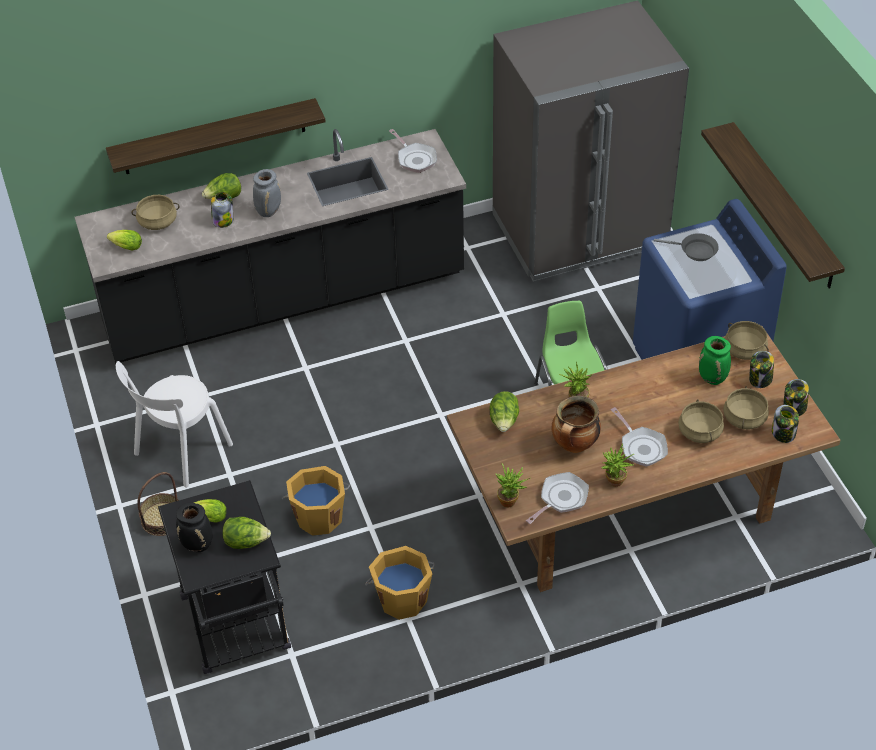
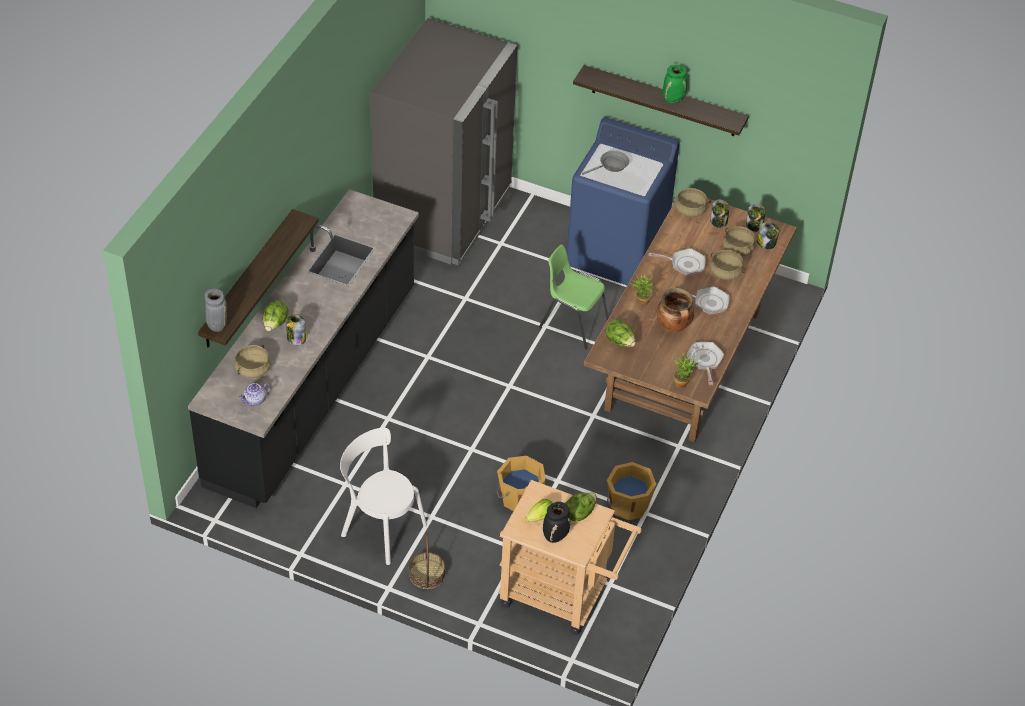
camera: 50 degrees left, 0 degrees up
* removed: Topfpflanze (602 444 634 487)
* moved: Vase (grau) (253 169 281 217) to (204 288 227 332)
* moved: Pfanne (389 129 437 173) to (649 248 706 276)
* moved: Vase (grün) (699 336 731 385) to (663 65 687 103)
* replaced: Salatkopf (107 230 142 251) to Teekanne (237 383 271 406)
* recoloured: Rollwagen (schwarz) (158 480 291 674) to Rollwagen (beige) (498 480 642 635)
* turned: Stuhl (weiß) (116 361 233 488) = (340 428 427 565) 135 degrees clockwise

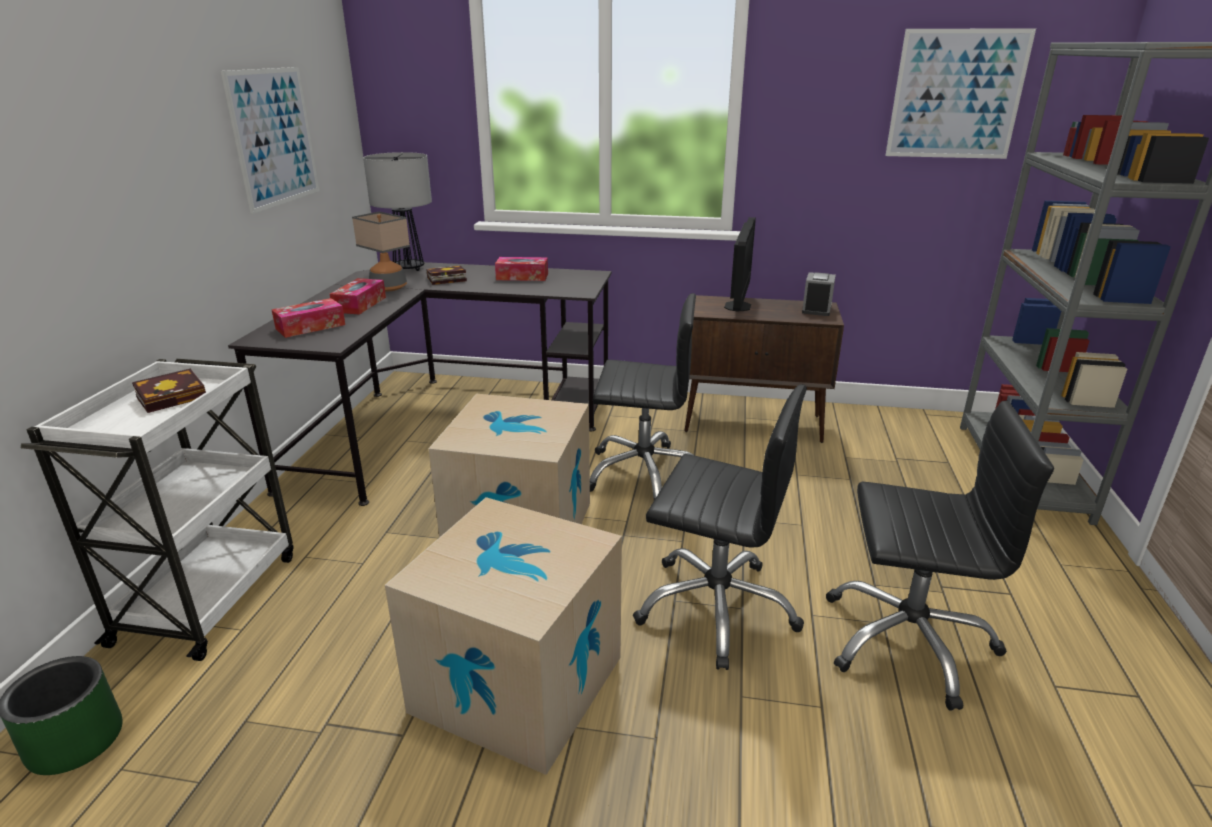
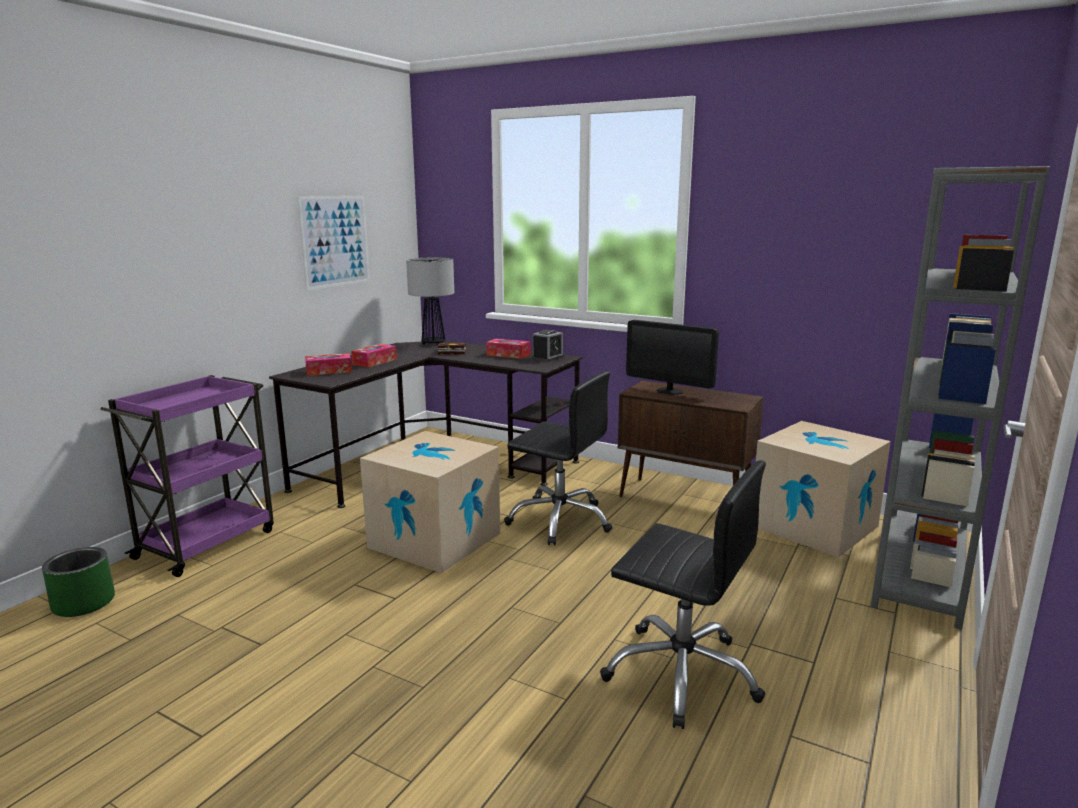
camera: 20 degrees right, 10 degrees down
* removed: Buch (132 368 206 413)
* removed: Tischlampe (352 211 410 292)
* removed: Bürostuhl (schwarz) (633 385 807 670)
* removed: Bild (885 28 1036 159)
* moved: Karton (385 497 622 775) to (756 421 891 557)
* moved: Wecker (802 272 836 316) to (532 330 564 362)
* recoloured: Rollwagen (weiß) (21 359 294 661) to Rollwagen (lila) (100 375 274 577)
* turned: Monitor (724 217 756 311) = (626 320 719 395) 90 degrees clockwise

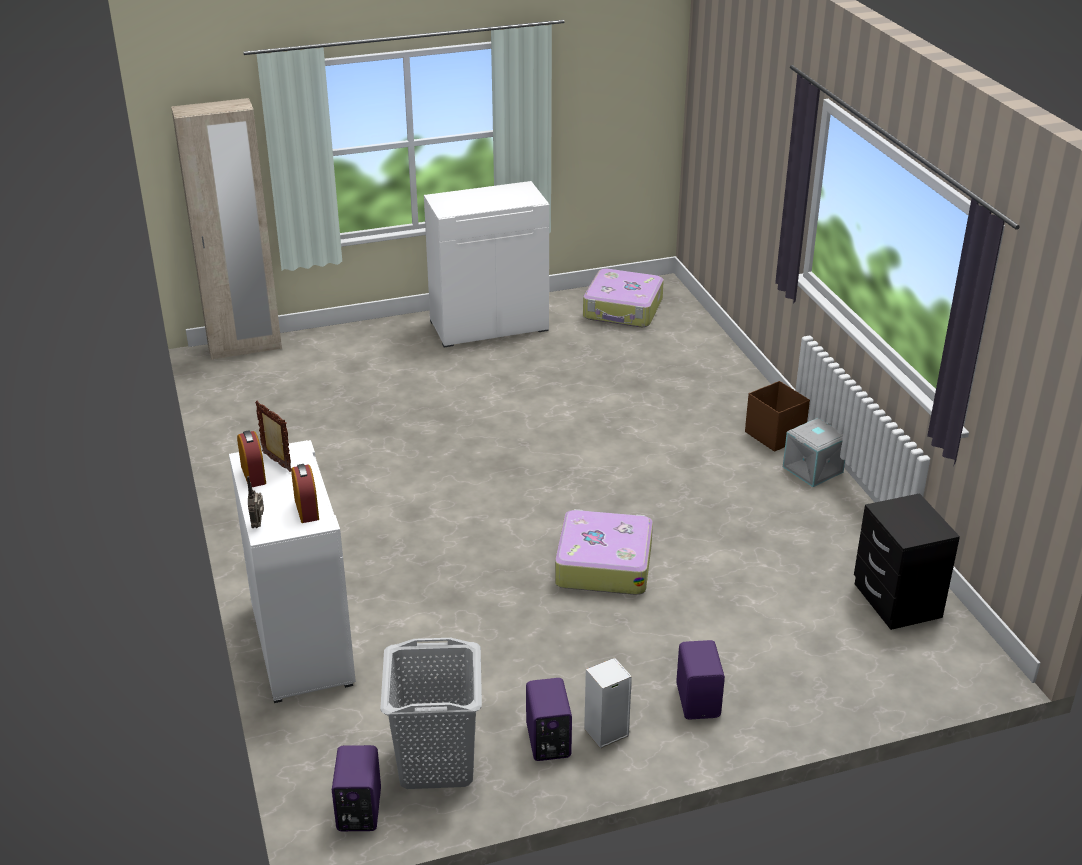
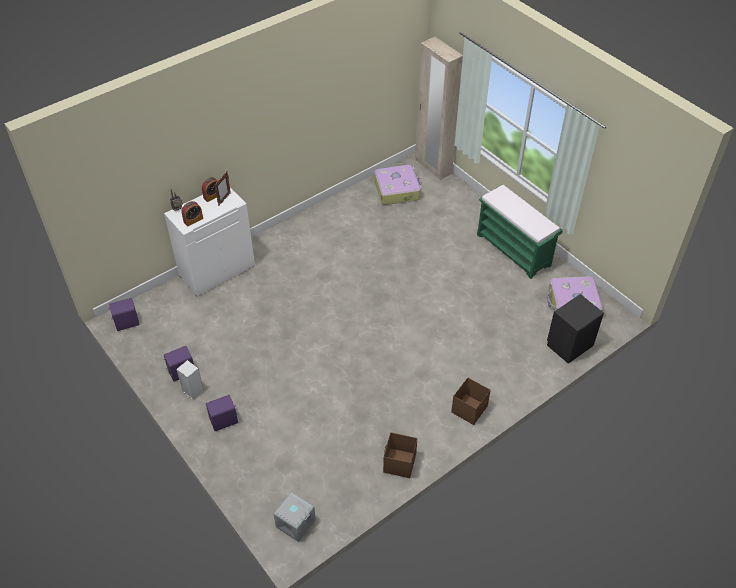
camera: 70 degrees right, 15 degrees up
* removed: Wäschekorb (grau) (380 638 482 789)
* added: Aufbewahrungsbox (braun) (383 432 417 478)
* moved: Koffer (555 509 653 595) to (374 165 421 205)
* moved: Aufbewahrungsbox (grau) (783 418 845 487) to (274 492 316 542)
* moved: Nachttisch (schwarz) (854 493 960 630) to (547 294 604 364)
* replaced: Schrank (weiß) (424 181 549 347) to Bank (grün) (477 184 563 279)

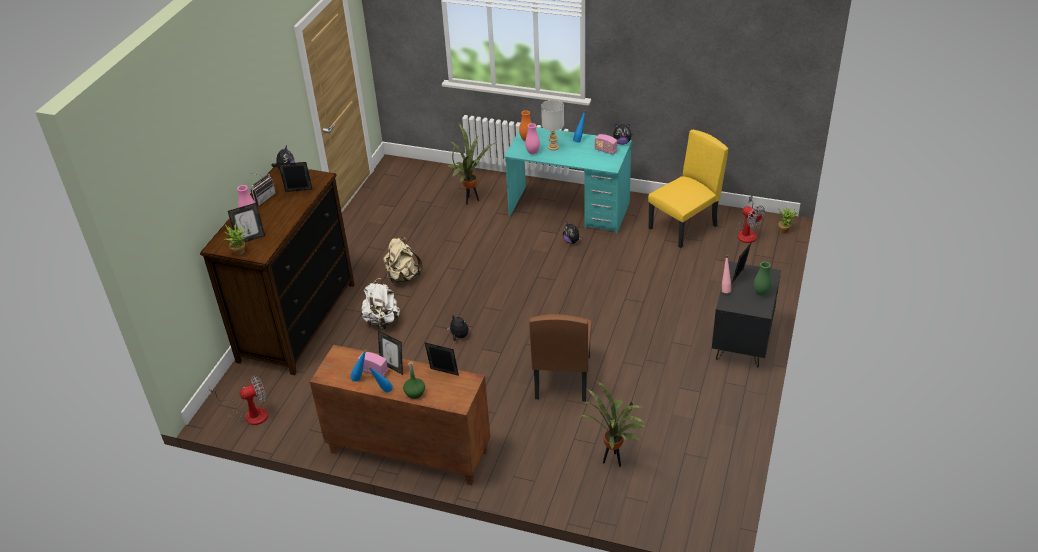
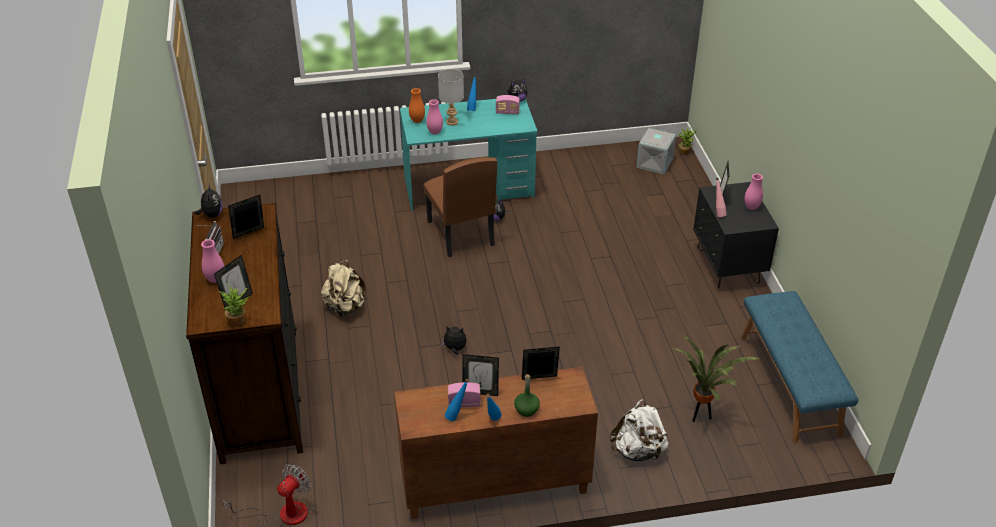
camera: 30 degrees left, 0 degrees up
* removed: Topfpflanze (448 122 495 205)
* removed: Stuhl (gelb) (648 130 728 248)
* added: Bank (blau) (741 291 858 443)
* moved: Rucksack (weiß) (361 278 400 330) to (610 399 668 461)
* moved: Stuhl (braun) (529 314 592 402) to (423 157 497 257)
* replaced: Ventilator (737 195 765 243) to Aufbewahrungsbox (grau) (636 128 676 174)
* recoloured: Vase (grün) (754 262 772 296) to Vase (rosa) (745 174 763 210)

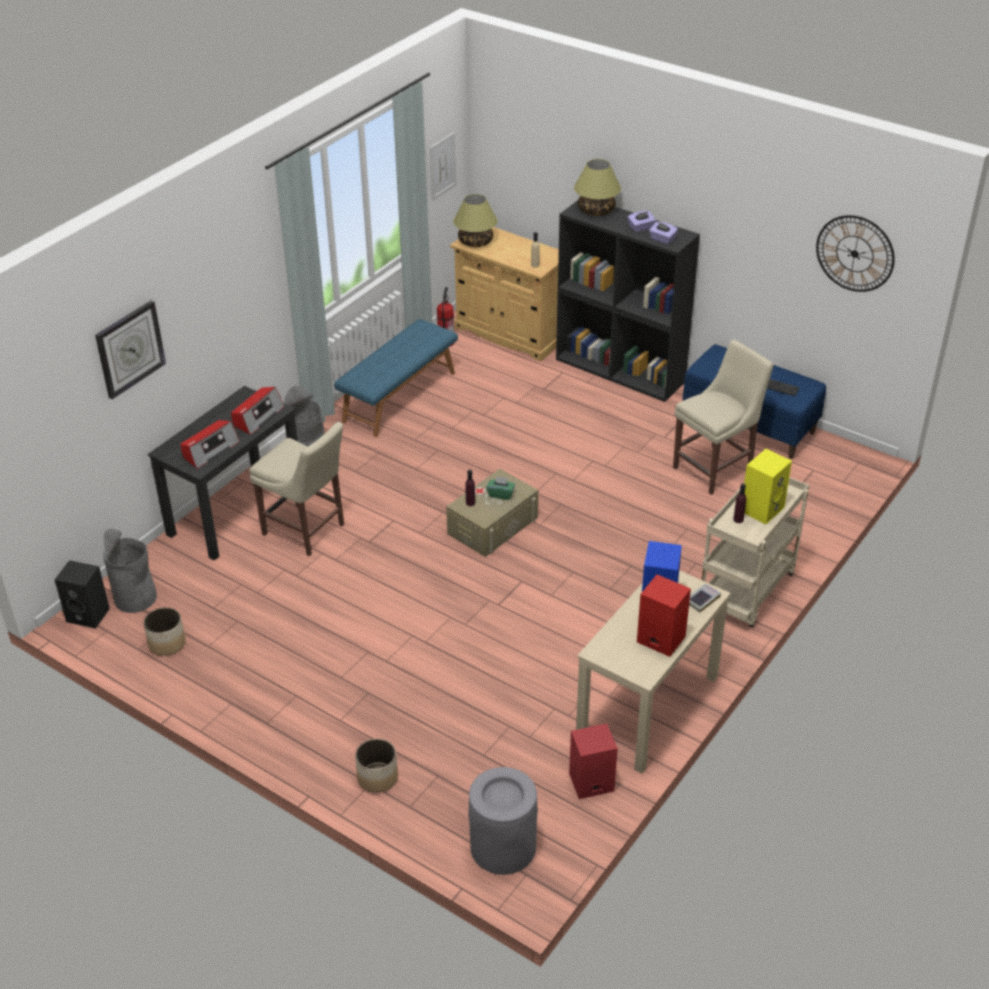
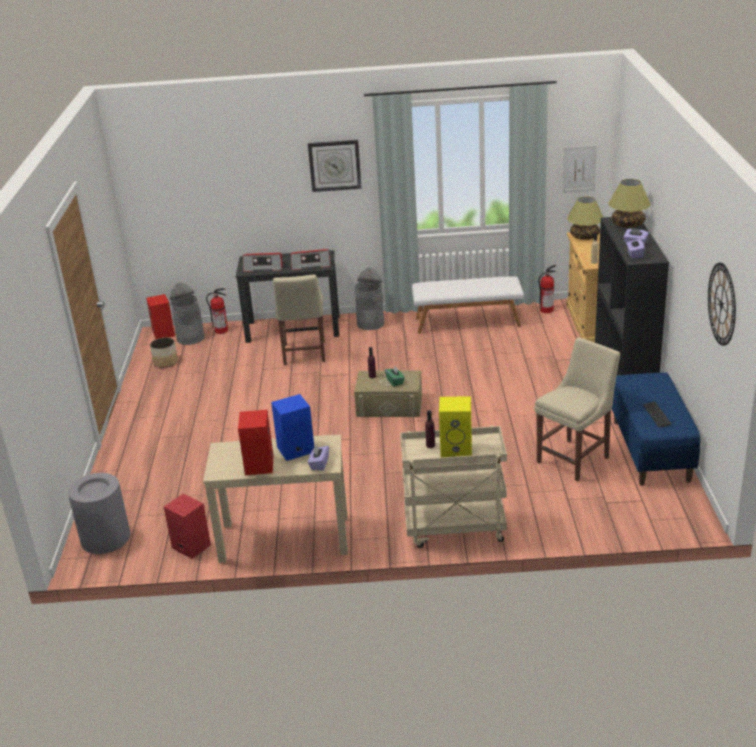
camera: 55 degrees right, 10 degrees down
* removed: Pflanzkübel (355 739 398 793)
* added: Feuerlöscher (206 288 228 334)
* moved: Wanduhr (95 300 166 399) to (308 140 362 192)
* replaced: Buch (689 583 721 613) to Taschentuchbox (lila) (308 444 329 470)
* recoloured: Lautsprecher (schwarz) (55 560 110 629) to Lautsprecher (rot) (146 294 175 339)
* recoloured: Bank (blau) (334 319 458 437) to Bank (weiß) (412 276 524 334)
* turned: Stuhl (beige) (673 340 774 495) = (534 337 620 481) 60 degrees counterclockwise

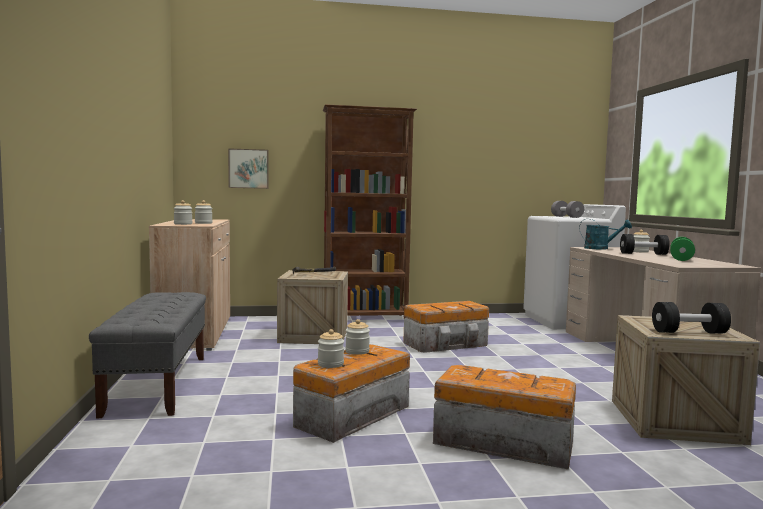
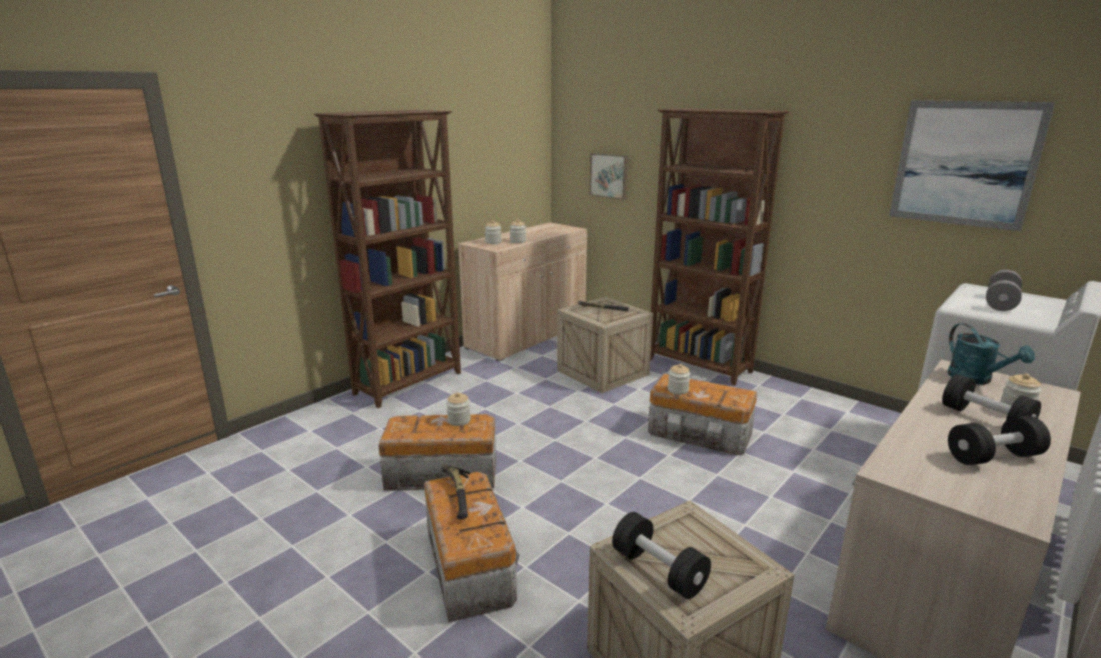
camera: 50 degrees right, 15 degrees up
* added: Hammer (441 464 470 519)
* added: Bild (889 100 1055 231)
* moved: Vorratsglas (318 329 344 368) to (668 364 690 395)
* replaced: Bank (grau) (89 292 206 418) to Bücherregal (braun) (314 110 461 408)
* recoloured: Hantel (grün) (670 237 695 261) to Hantel (schwarz) (948 416 1051 465)

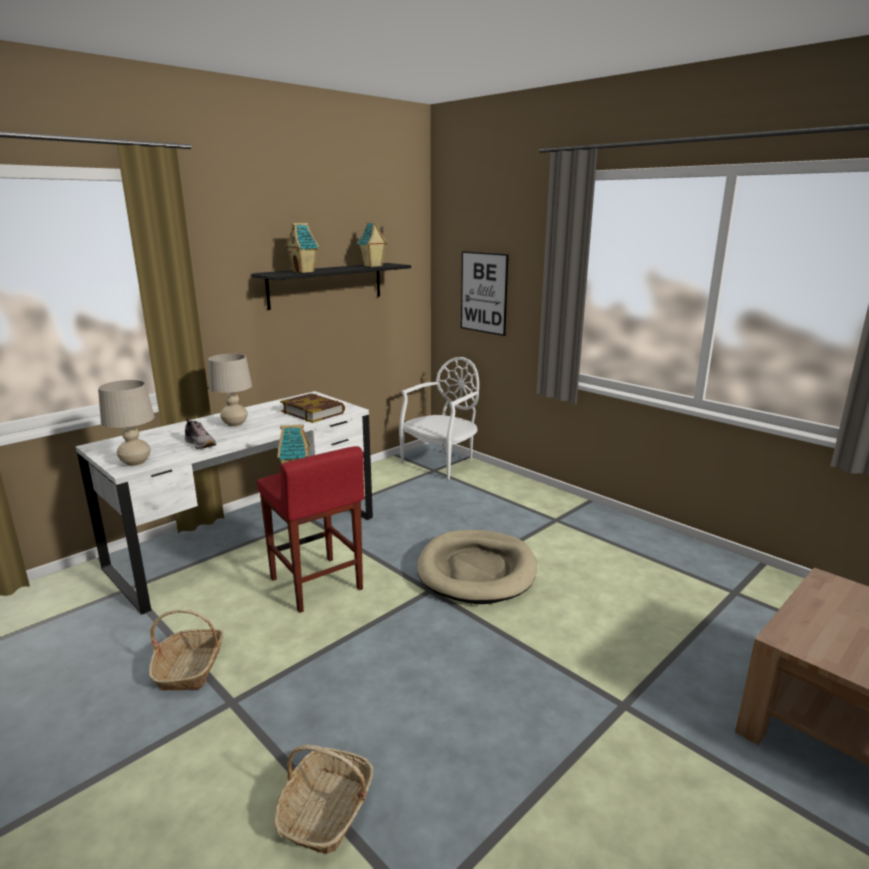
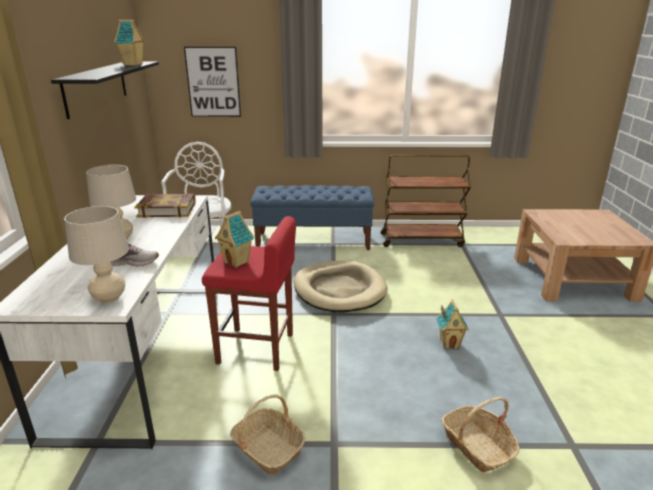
camera: 45 degrees left, 5 degrees up
* added: Bank (blau) (250 185 374 250)
* added: Rollwagen (braun) (381 155 471 247)
* moved: Spielzeughaus (285 223 319 273) to (436 299 469 349)

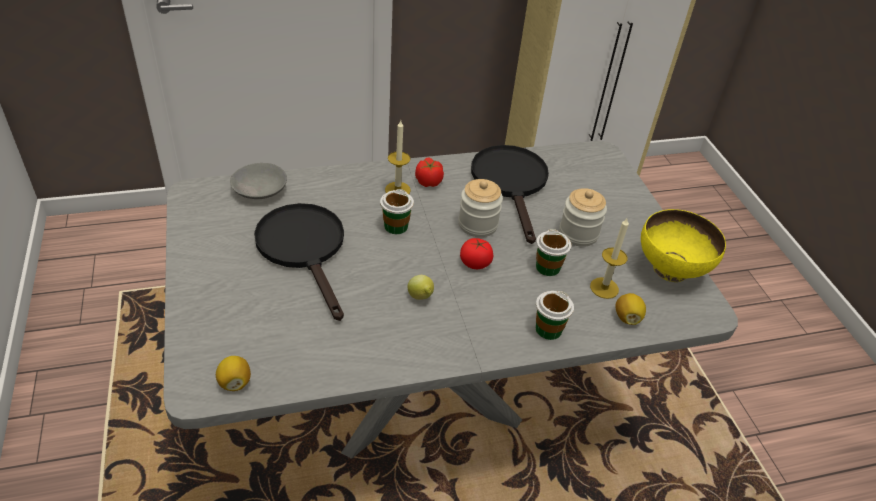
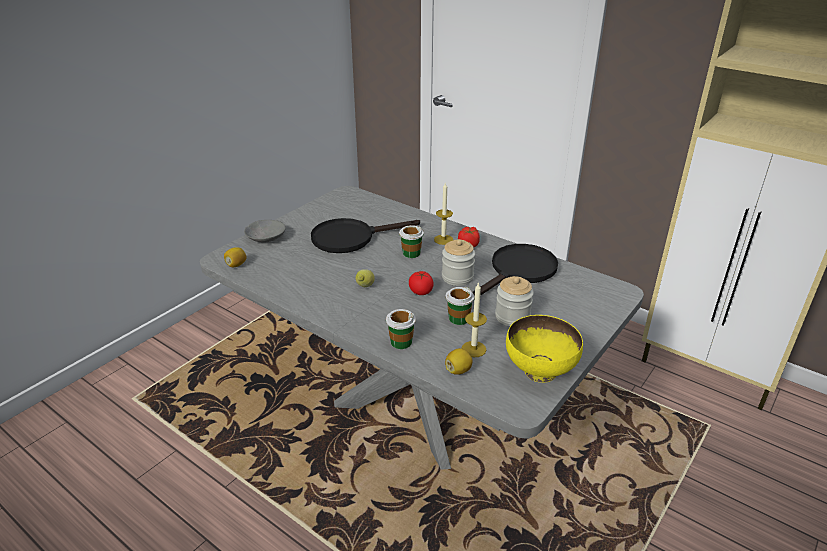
camera: 55 degrees right, 10 degrees down
* moved: Schüssel (grau) (230 163 287 199) to (244 220 286 243)
* turned: Pfanne (schwarz) (254 203 344 321) = (311 218 420 253) 135 degrees counterclockwise

